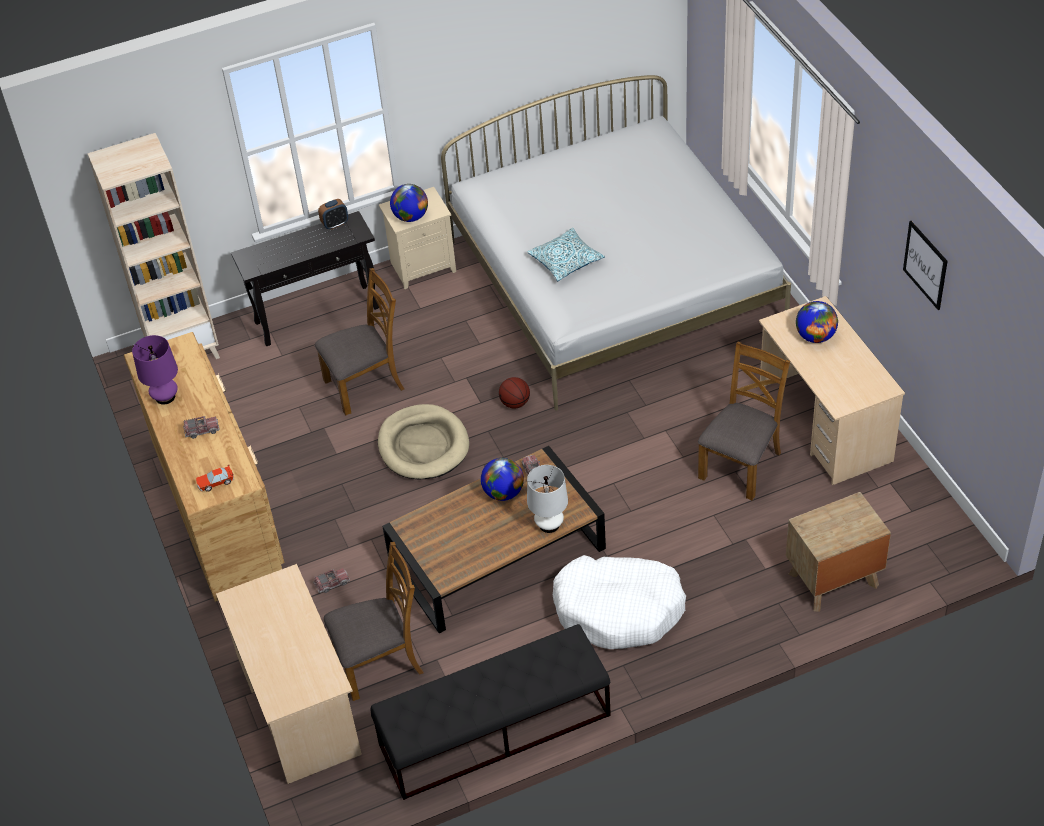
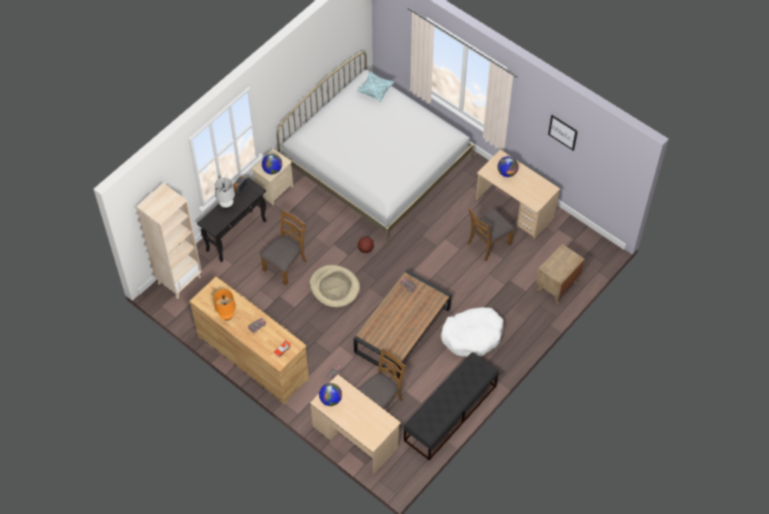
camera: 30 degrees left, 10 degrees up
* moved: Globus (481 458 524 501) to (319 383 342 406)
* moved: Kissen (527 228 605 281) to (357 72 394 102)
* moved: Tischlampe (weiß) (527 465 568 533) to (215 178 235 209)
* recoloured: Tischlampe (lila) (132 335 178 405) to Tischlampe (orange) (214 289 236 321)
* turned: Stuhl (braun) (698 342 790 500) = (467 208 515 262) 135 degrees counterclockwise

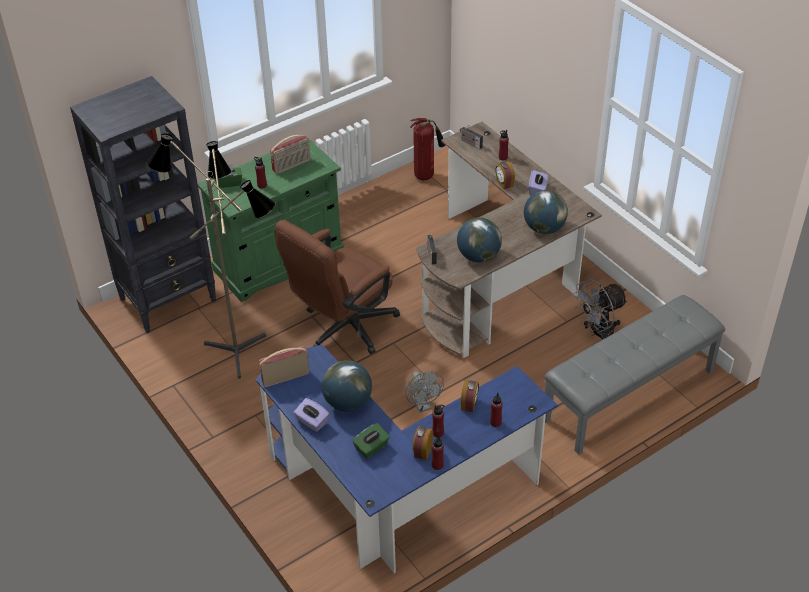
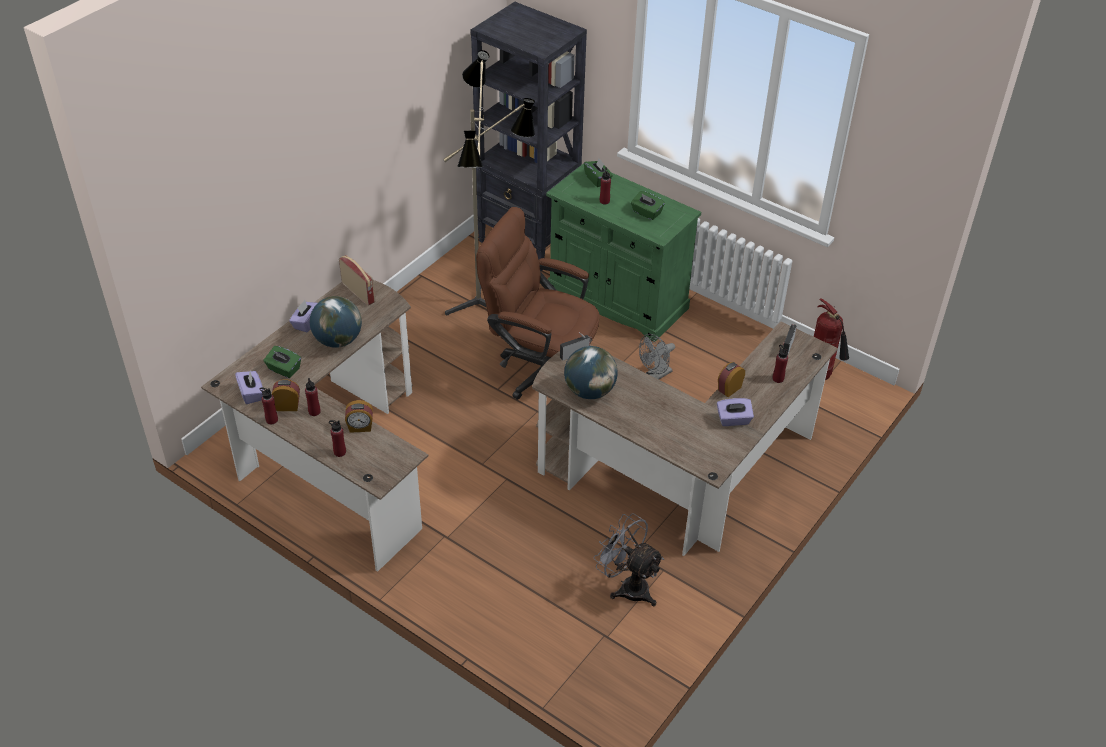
camera: 70 degrees right, 0 degrees up
* removed: Globus (524 190 568 234)
* removed: Bank (grau) (544 295 725 455)
* added: Taschentuchbox (lila) (235 371 263 404)
* moved: Ventilator (grau) (406 371 444 413) to (639 334 675 379)
* replaced: Radio (270 135 311 174) to Taschentuchbox (grün) (631 191 665 220)
* recoloured: Schreibtisch (blau) (256 345 558 573) to Schreibtisch (braun) (201 280 428 572)

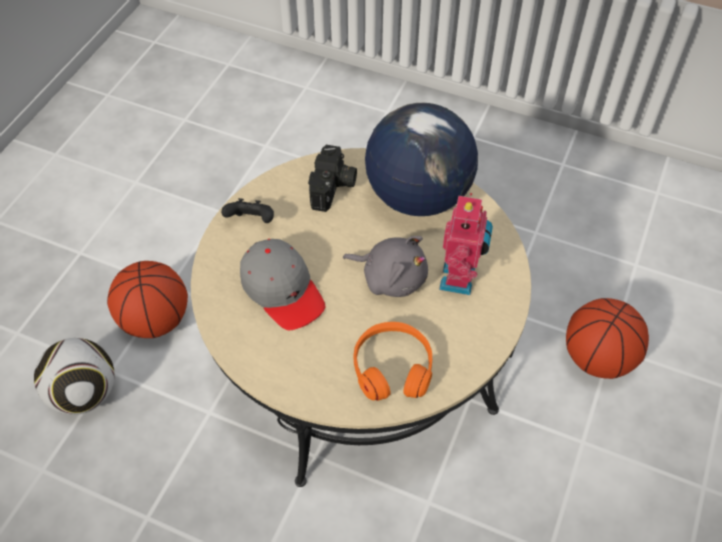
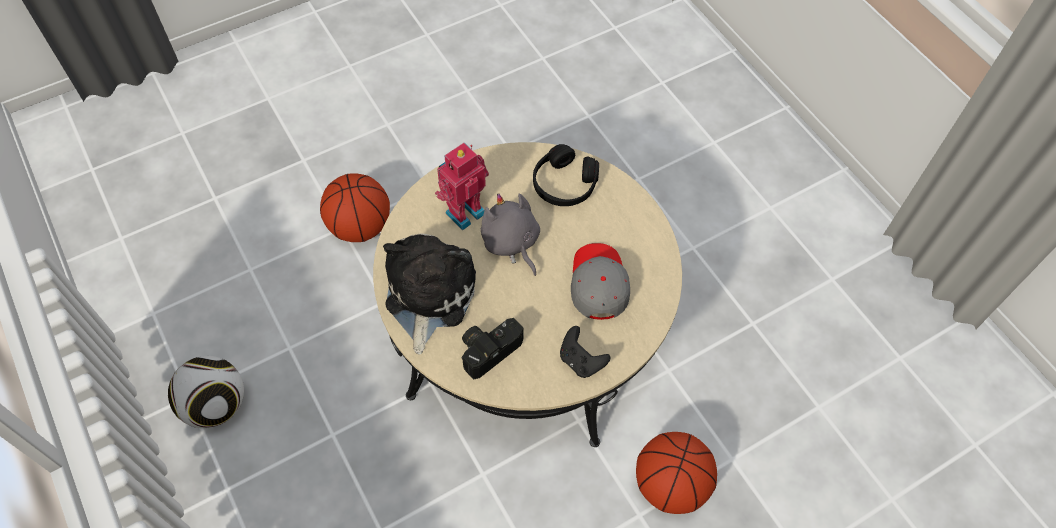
camera: 145 degrees left, 5 degrees up
* moved: Fußball (34 338 114 415) to (168 356 244 428)
* replaced: Globus (365 103 478 216) to Plüschtier (383 234 476 354)
* recoloured: Kopfhörer (orange) (354 322 432 401) to Kopfhörer (schwarz) (533 144 599 206)

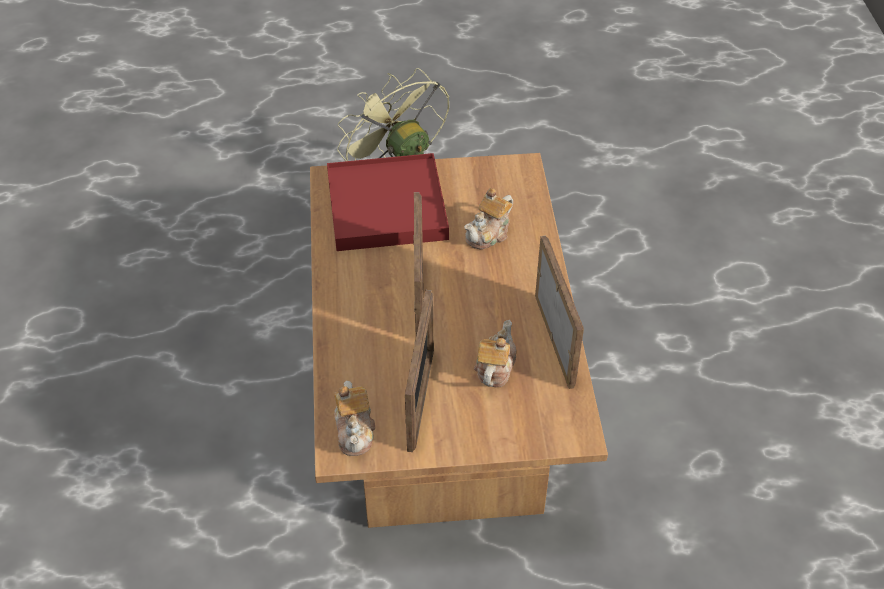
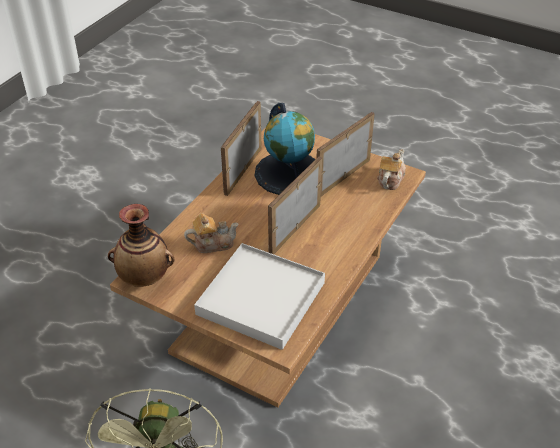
camera: 145 degrees left, 5 degrees down
* added: Vase (108 204 174 287)
* replaced: Teekanne (474 320 517 387) to Globus (255 103 315 195)
* recoloured: Tablett (rot) (327 153 449 251) to Tablett (weiß) (194 243 325 350)

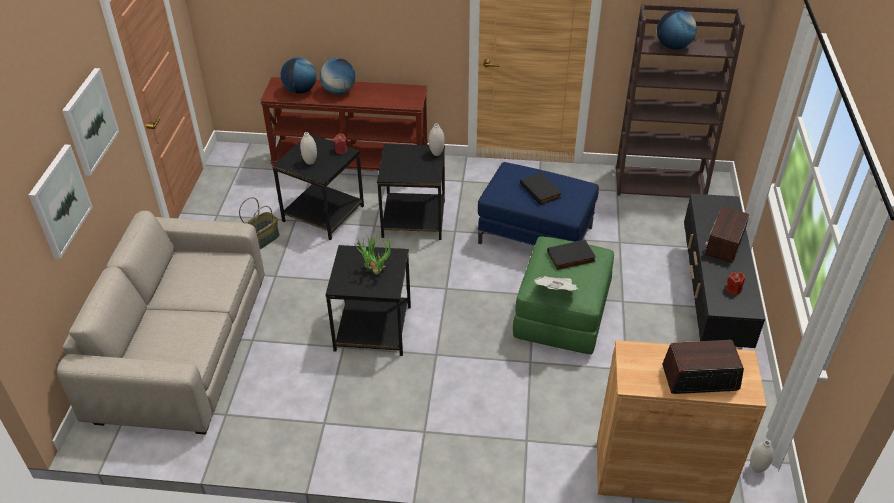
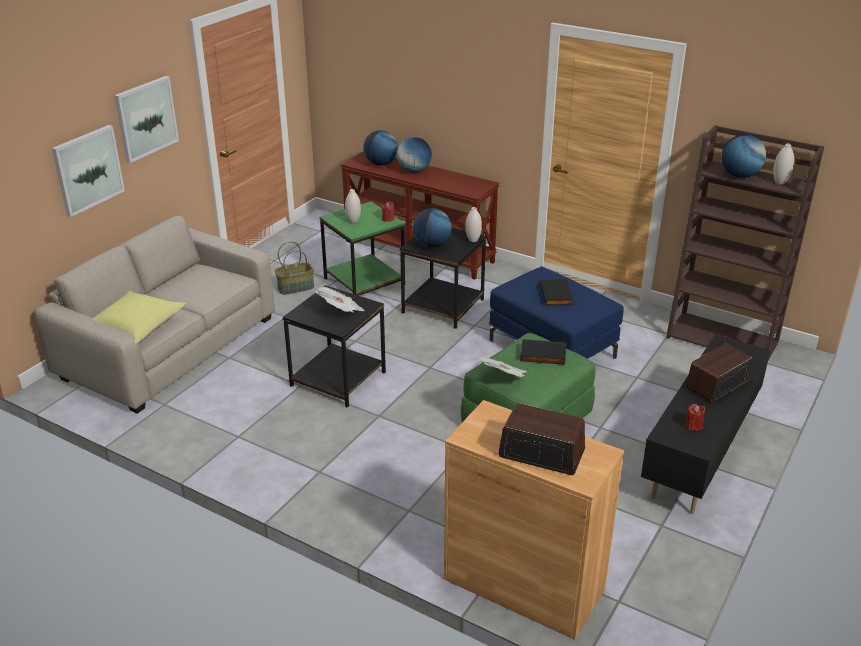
camera: 25 degrees right, 10 degrees down
* added: Kissen (gelb) (92 291 186 343)
* added: Globus (413 208 452 247)
* moved: Vase (weiß) (750 440 774 473) to (773 143 794 184)
* replaced: Topfpflanze (355 233 392 274) to Zeitung (315 287 365 313)
* recoloured: Beistelltisch (schwarz) (272 133 364 240) to Beistelltisch (grün) (320 201 405 296)

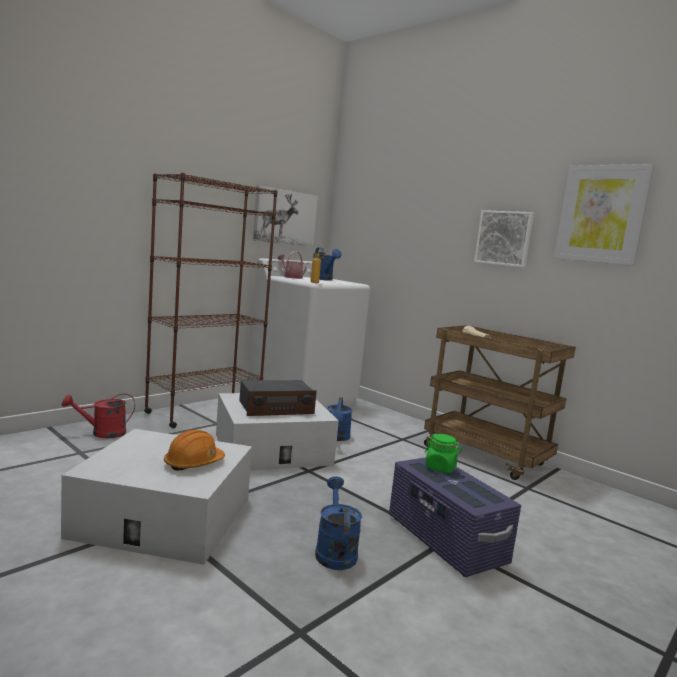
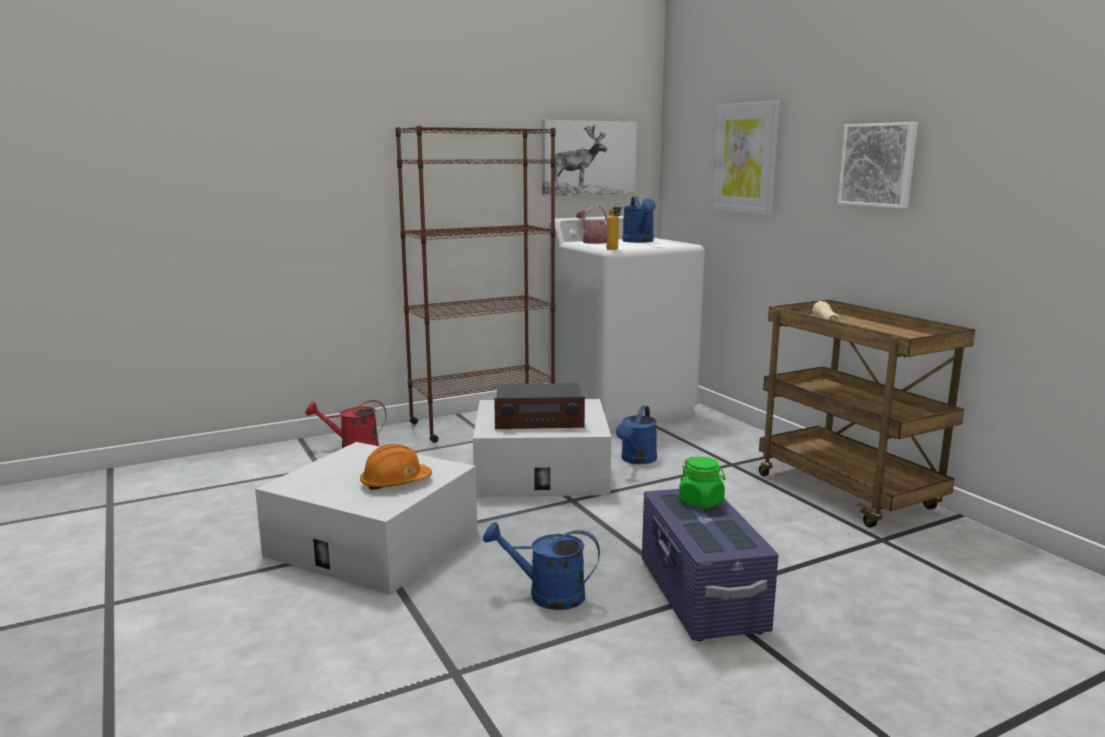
camera: 20 degrees right, 5 degrees up
* moved: Bild (554 164 654 266) to (712 100 780 215)
* turned: Gießkanne (blau) (315 476 362 570) = (483 522 600 610) 90 degrees counterclockwise

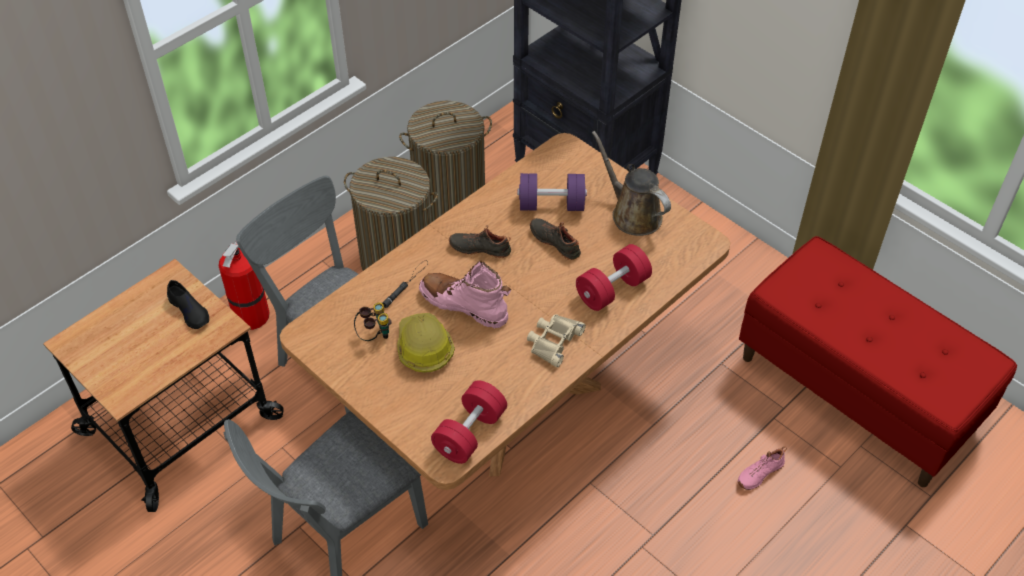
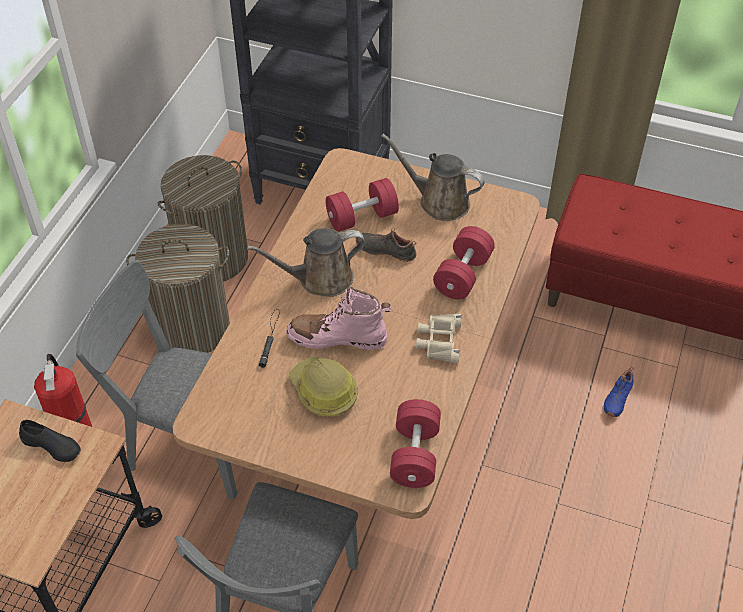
camera: 25 degrees left, 0 degrees up
* removed: Fernglas (354 302 392 341)
* replaced: Schuh (schwarz) (449 225 511 258) to Gießkanne (braun) (247 228 365 297)
* recoloured: Hantel (lila) (517 173 587 211) to Hantel (rot) (325 178 399 232)
* recoloured: Schuh (rosa) (738 447 787 490) to Schuh (blau) (604 367 634 417)

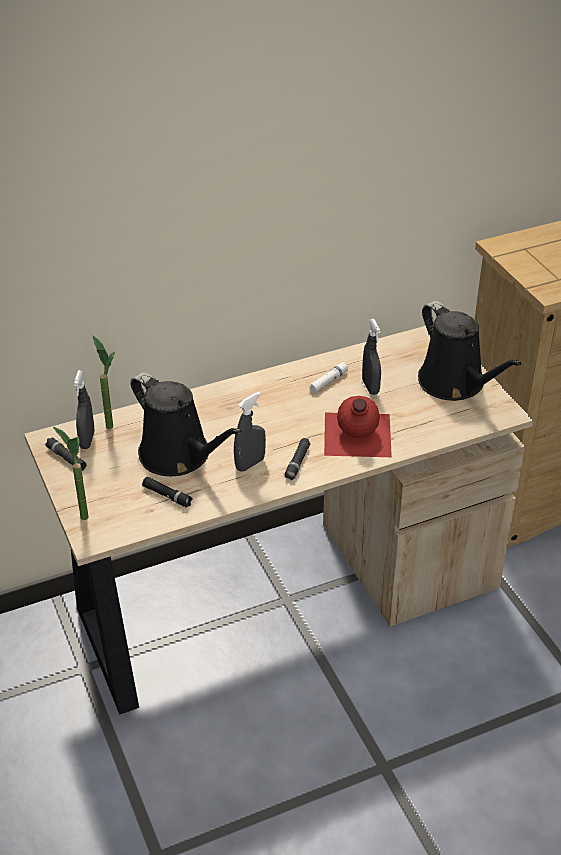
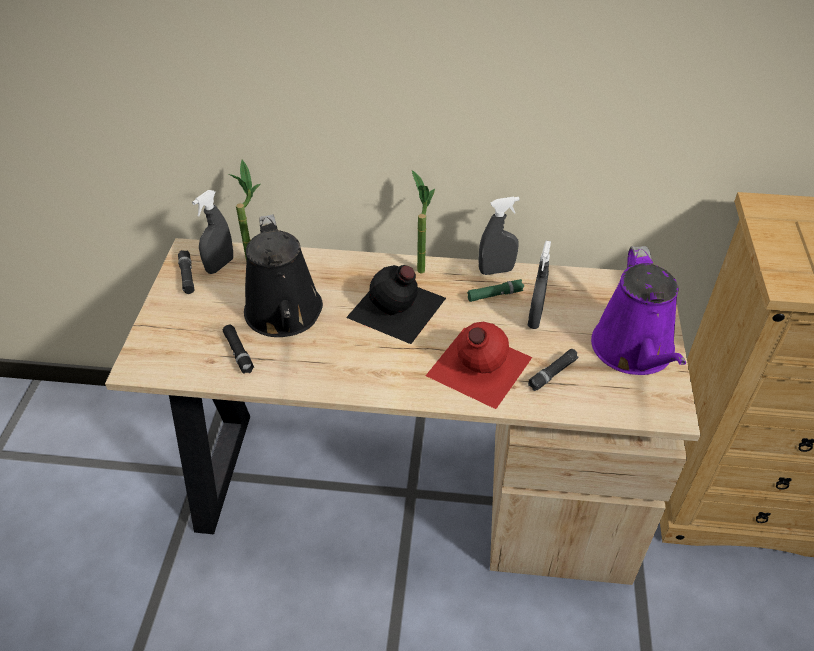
camera: 30 degrees right, 5 degrees up
* added: Flasche (schwarz) (346 265 446 344)
* moved: Topfpflanze (53 427 89 520) to (412 170 435 274)
* moved: Sprühflasche (grau) (234 391 266 472) to (479 197 520 275)
* moved: Taschenlampe (schwarz) (285 438 311 480) to (528 349 579 391)
* recoloured: Taschenlampe (weiß) (309 362 348 393) to Taschenlampe (grün) (467 279 524 302)
* recoloured: Gießkanne (schwarz) (418 301 521 401) to Gießkanne (lila) (591 246 686 375)

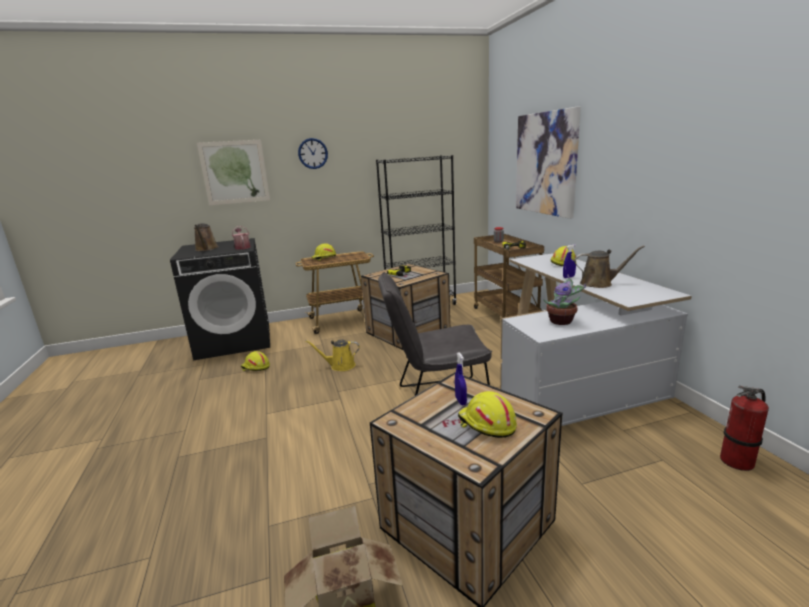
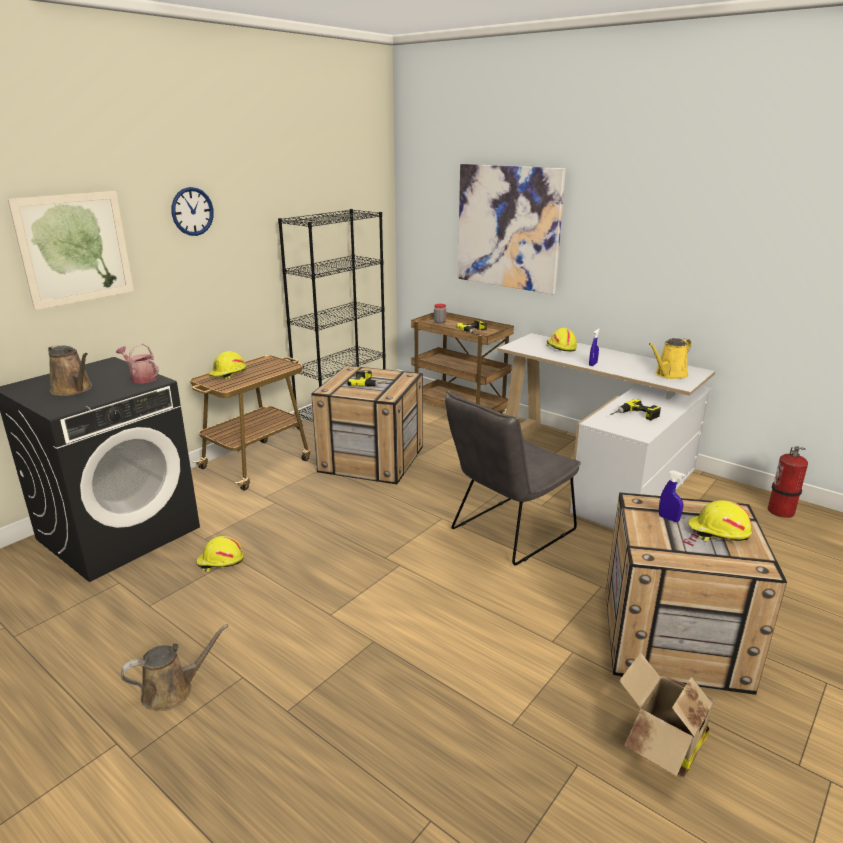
camera: 35 degrees left, 5 degrees up
* moved: Gießkanne (gelb) (305 340 360 371) to (649 338 691 379)
* moved: Gießkanne (braun) (574 246 645 288) to (121 624 228 711)
* replaced: Topfpflanze (543 275 586 325) to Bohrmaschine (610 399 661 420)

